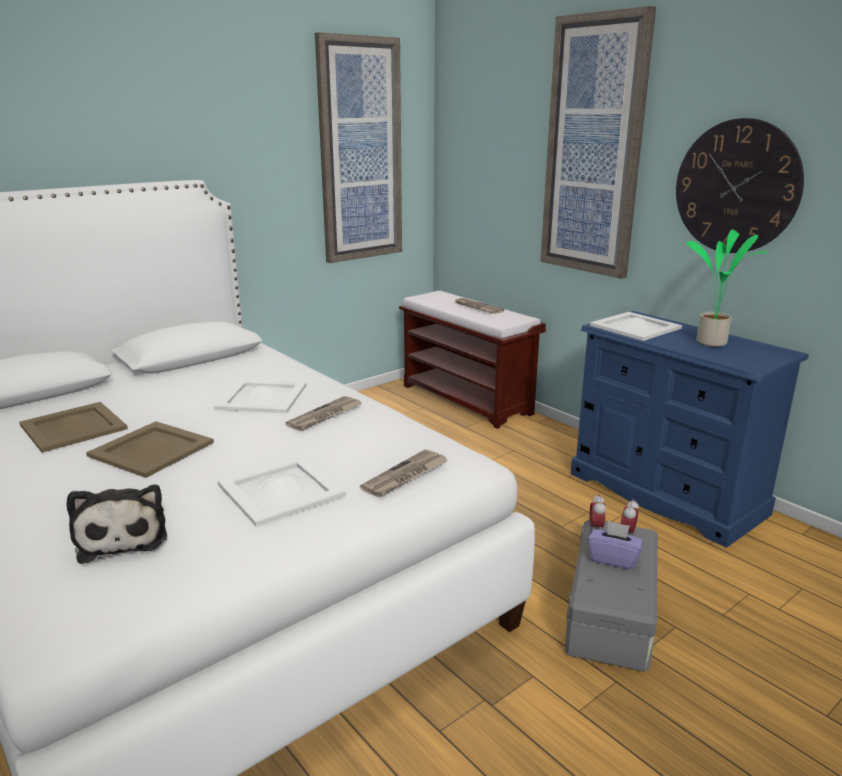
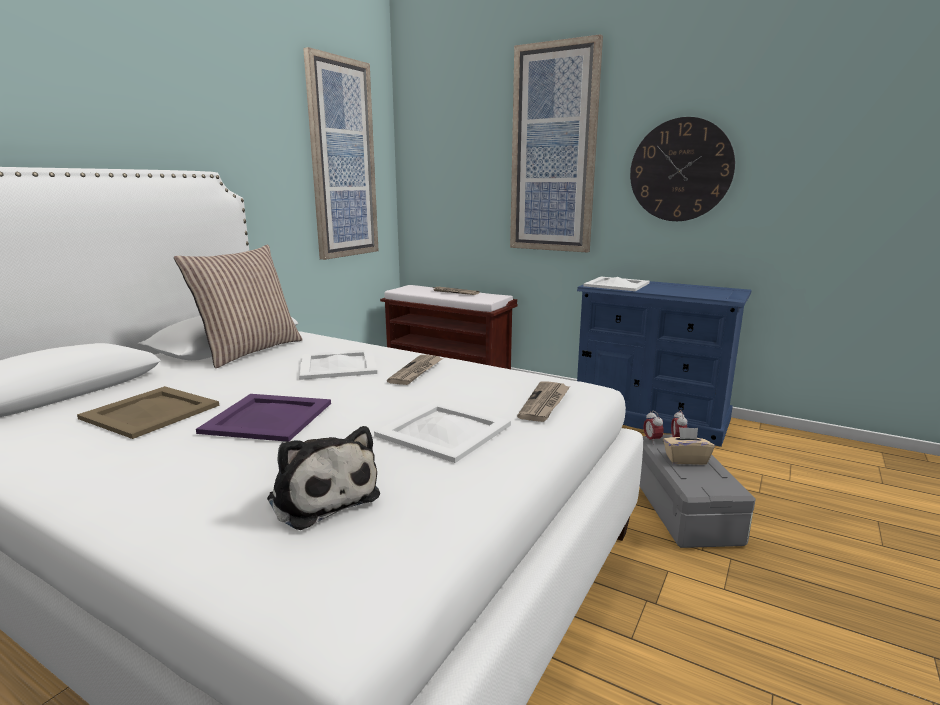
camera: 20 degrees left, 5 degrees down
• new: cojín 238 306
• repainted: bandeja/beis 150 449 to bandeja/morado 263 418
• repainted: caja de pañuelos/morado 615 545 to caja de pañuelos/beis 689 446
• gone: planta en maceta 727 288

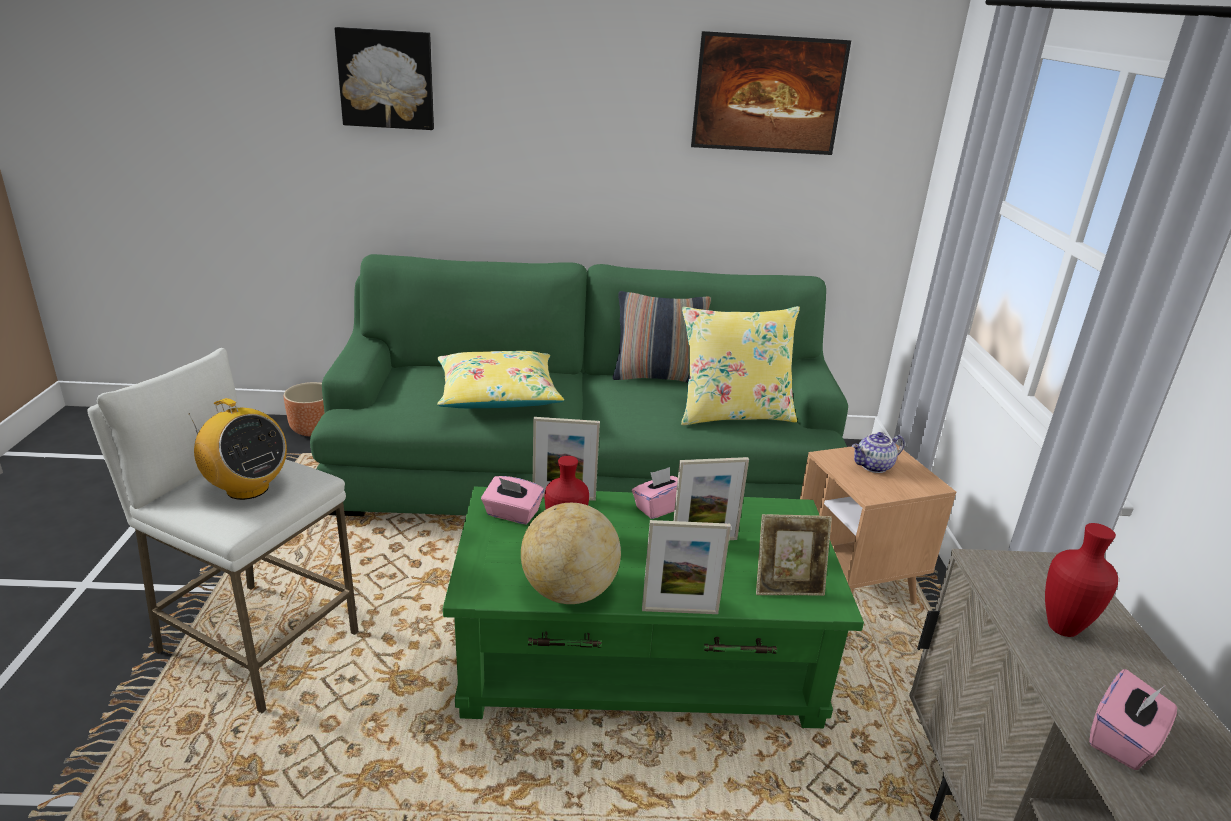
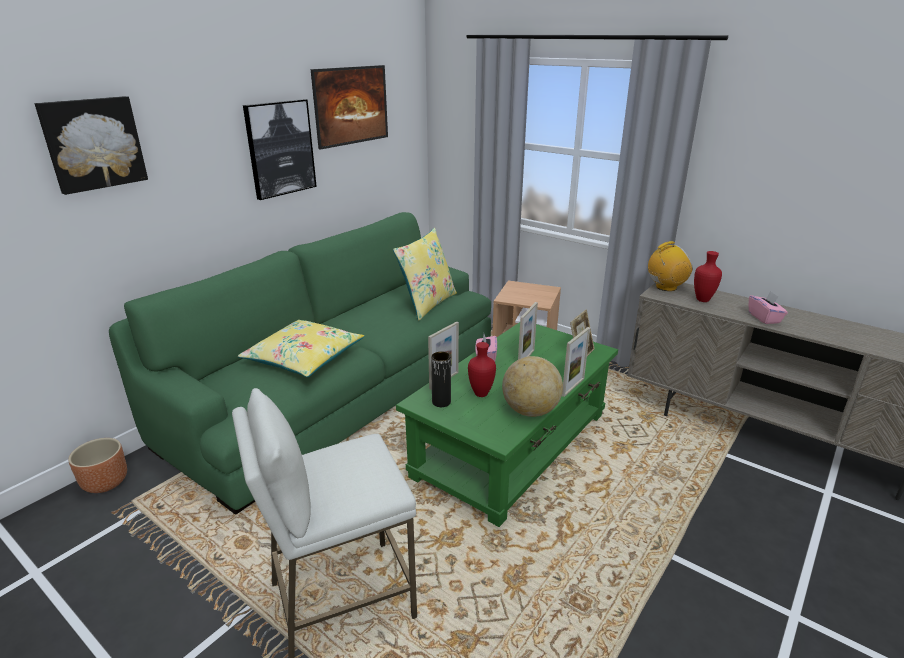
camera: 50 degrees left, 0 degrees up
• new: cuadro 280 149
• swapped: caja de pañuelos/rosa 512 500 to florero/negro 441 379
• shifted: radio 238 449 to 670 266
• gone: cojín 662 337
• gone: tetera 878 452

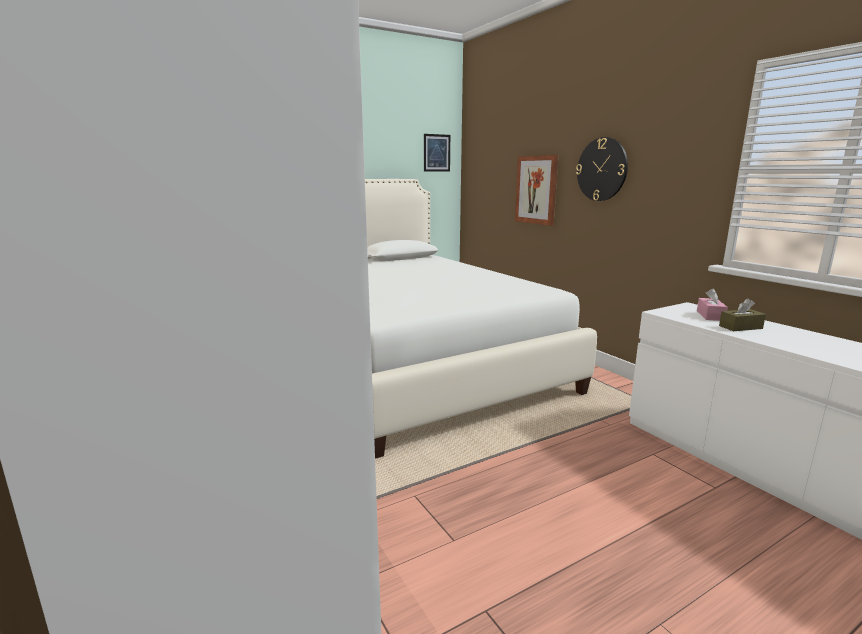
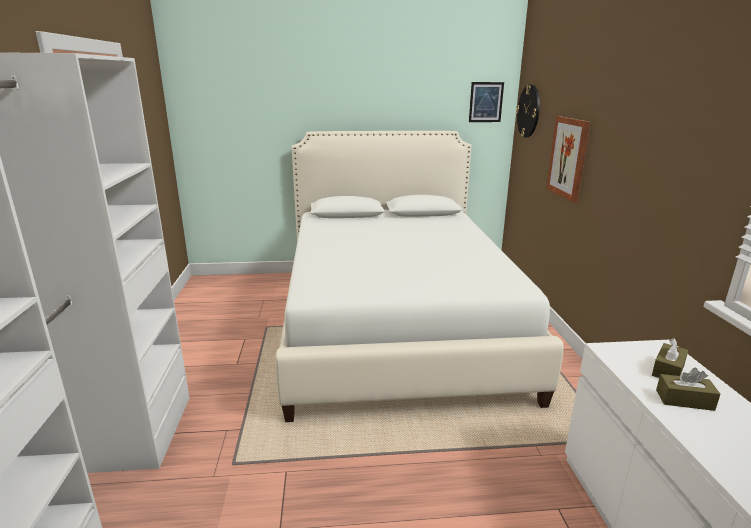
camera: 25 degrees right, 5 degrees up
• shifted: reloj de pared 602 169 to 528 111
• repainted: caja de pañuelos/rosa 712 304 to caja de pañuelos/marrón 670 358

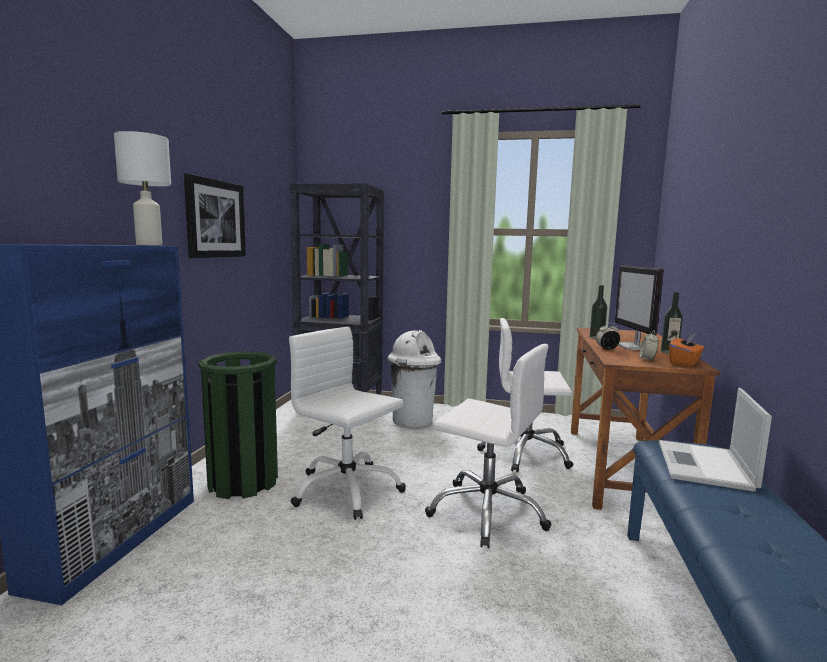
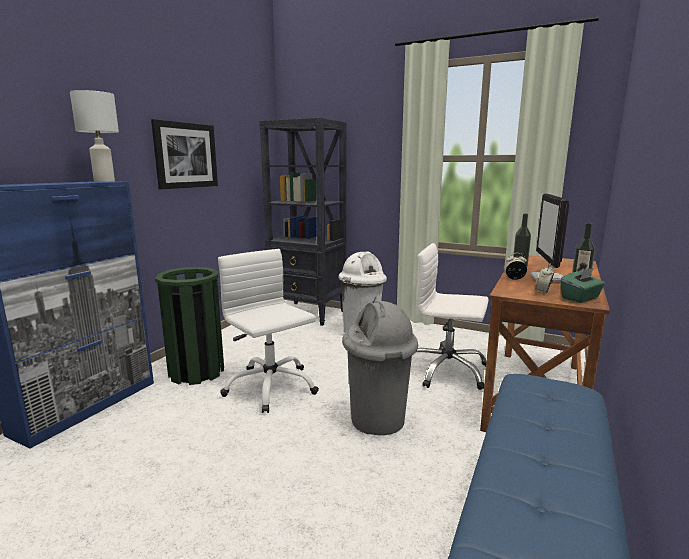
camera: 15 degrees right, 5 degrees up
• swapped: silla de oficina/blanco 488 446 to papelera/gris 380 367
• repainted: caja de pañuelos/naranja 686 350 to caja de pañuelos/verde 582 285
• gone: portátil 715 440

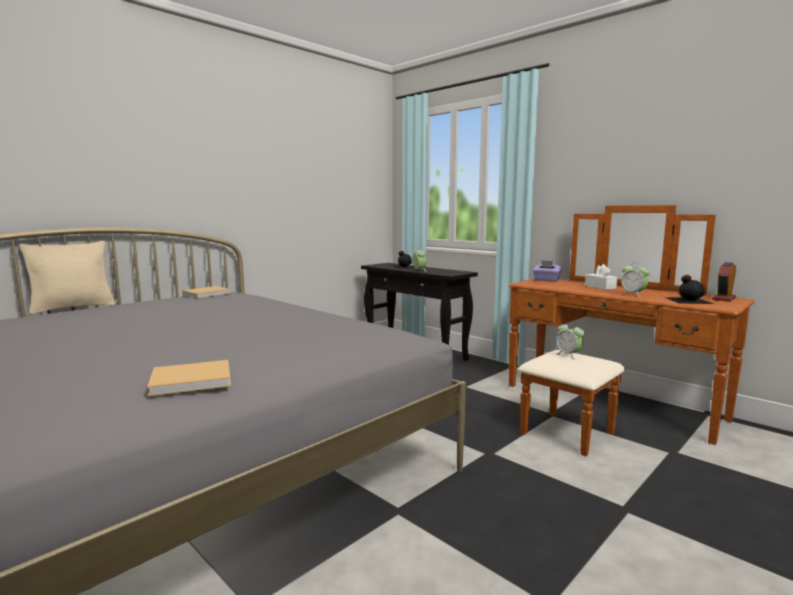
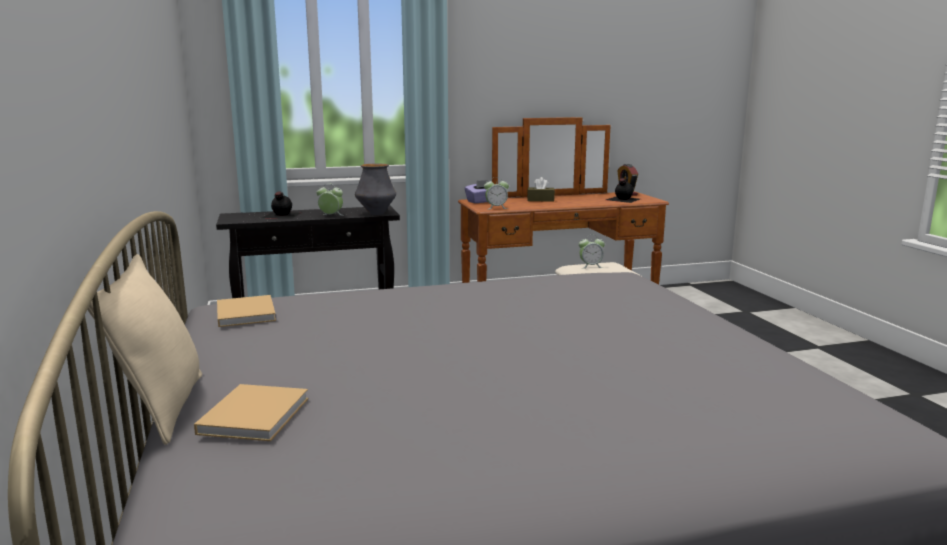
camera: 60 degrees left, 5 degrees up
• shifted: libro/beis 189 378 to 251 412
• new: florero 375 189
• shifted: despertador 635 279 to 496 193
• repainted: caja de pañuelos/blanco 601 277 to caja de pañuelos/marrón 541 189

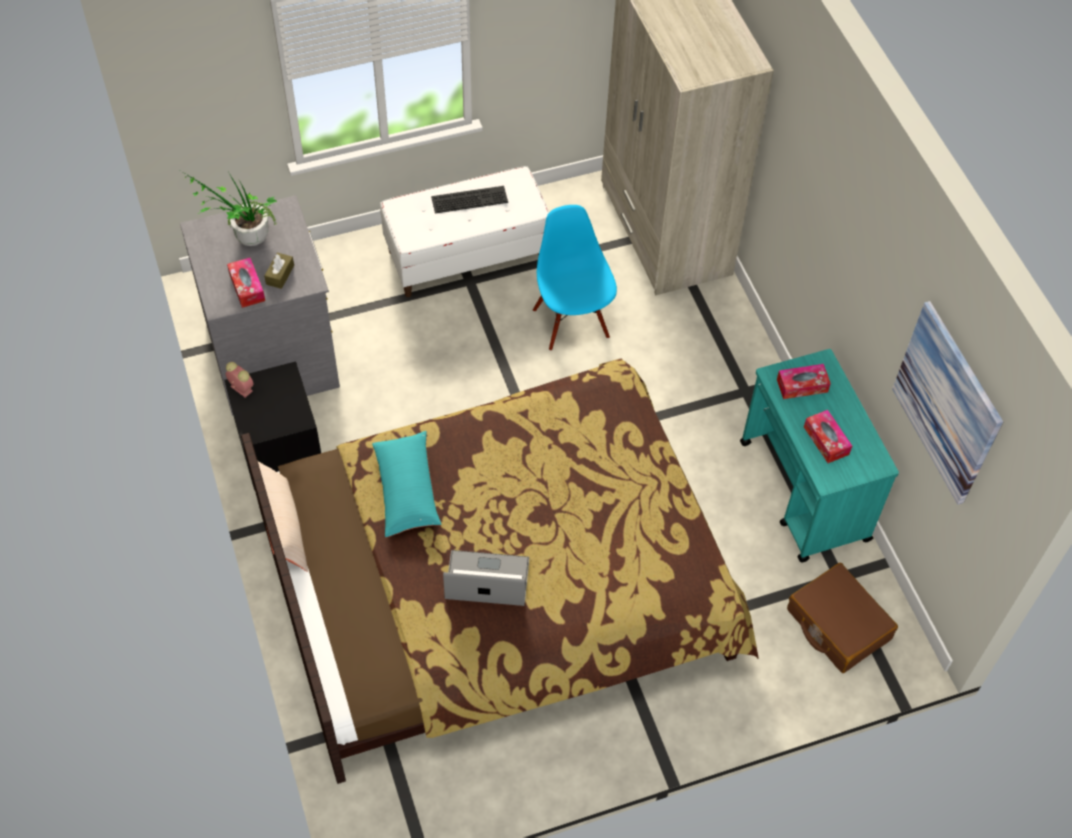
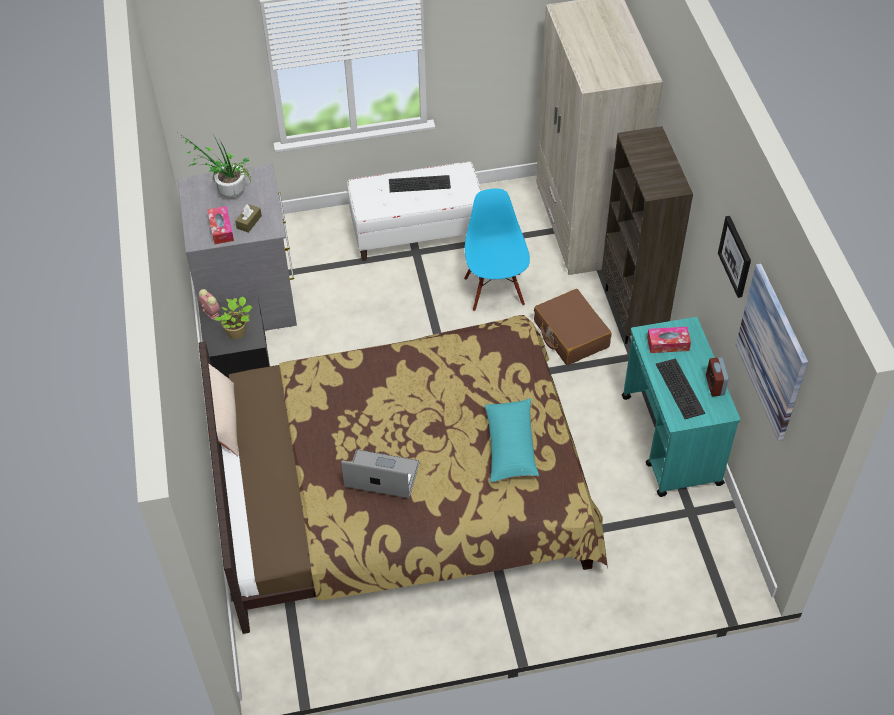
camera: 10 degrees right, 5 degrees down
• new: planta en maceta 233 317
• shifted: cojín/turquesa 407 484 to 511 440
• shifted: maleta/marrón 842 618 to 573 327
• new: estantería/marrón 647 235
• swapped: caja de pañuelos 828 436 to teclado 680 388
• new: despertador 717 376
• new: cuadro 734 257

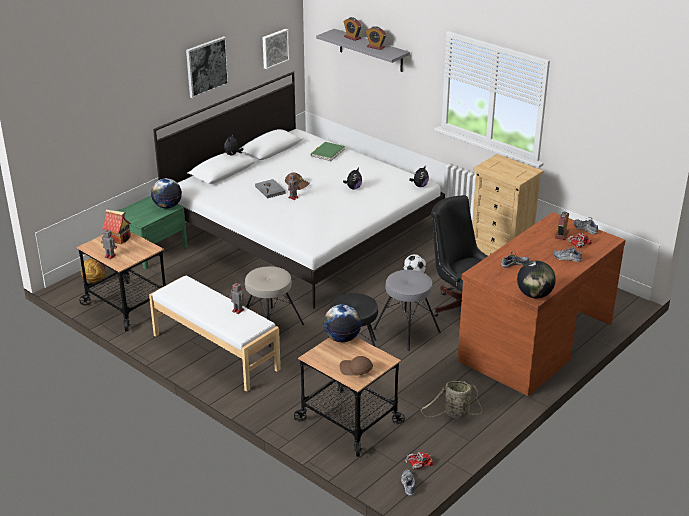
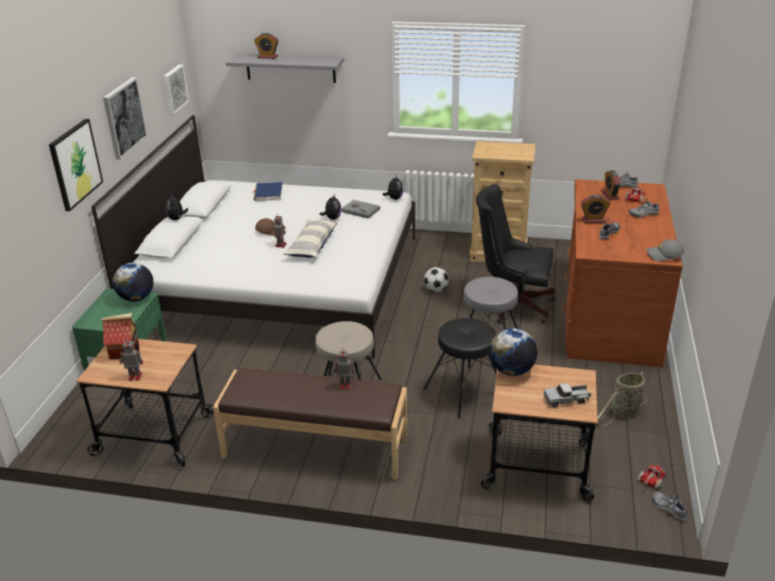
camera: 30 degrees left, 0 degrees up
• new: cuadro 76 165
• repainted: banco/blanco 215 334 to banco/marrón 310 424
• repainted: libro/verde 328 151 to libro/azul 267 191
• new: cojín 310 239
• shifted: libro/gris 270 189 to 361 209
• swapped: gorra/marrón 356 366 to camión de juguete 567 395
• shifted: despertador 376 38 to 595 209
• swapped: globo terráqueo 536 279 to gorra/gris 665 250
• gone: balón de baloncesto 93 270

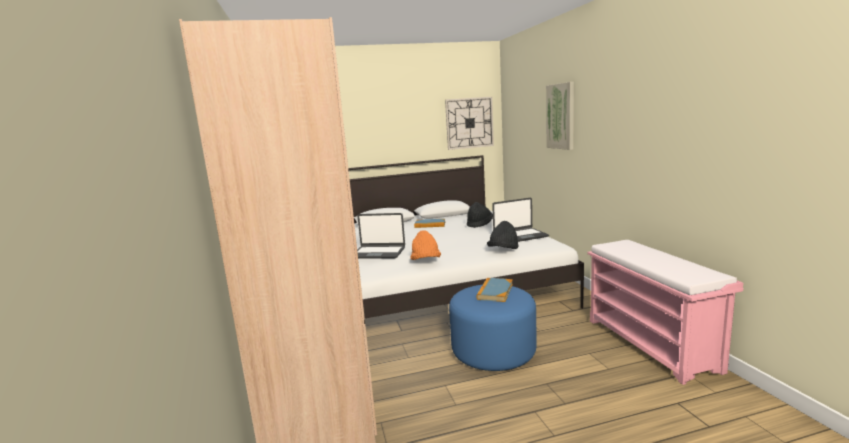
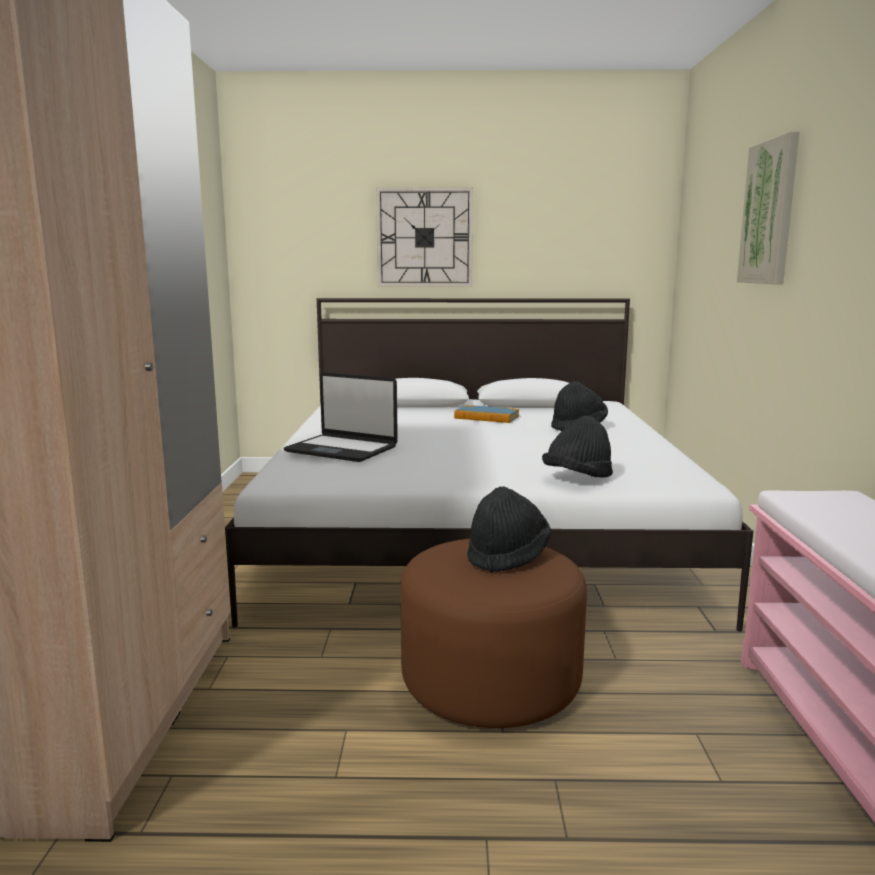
camera: 15 degrees right, 0 degrees up
• shifted: reloj de pared 469 123 to 424 237
• repainted: puf/azul 493 328 to puf/marrón 493 633
• swapped: libro 495 290 to sombrero/negro 509 529
• gone: sombrero/naranja 426 245
• gone: portátil 520 220

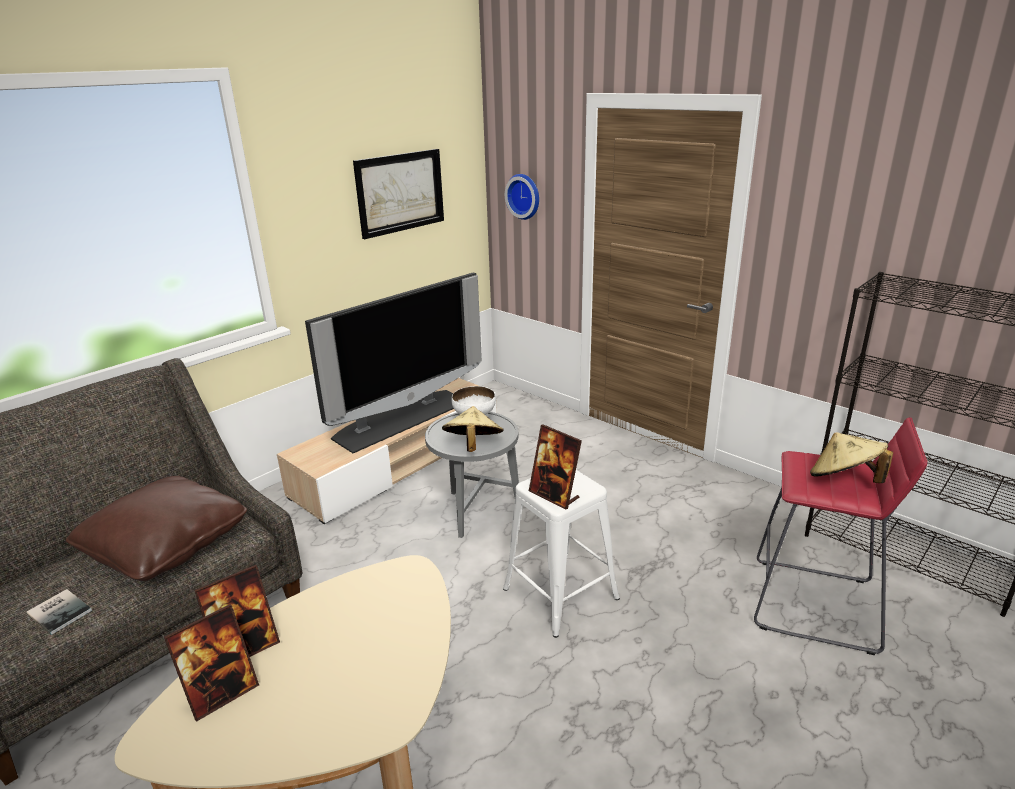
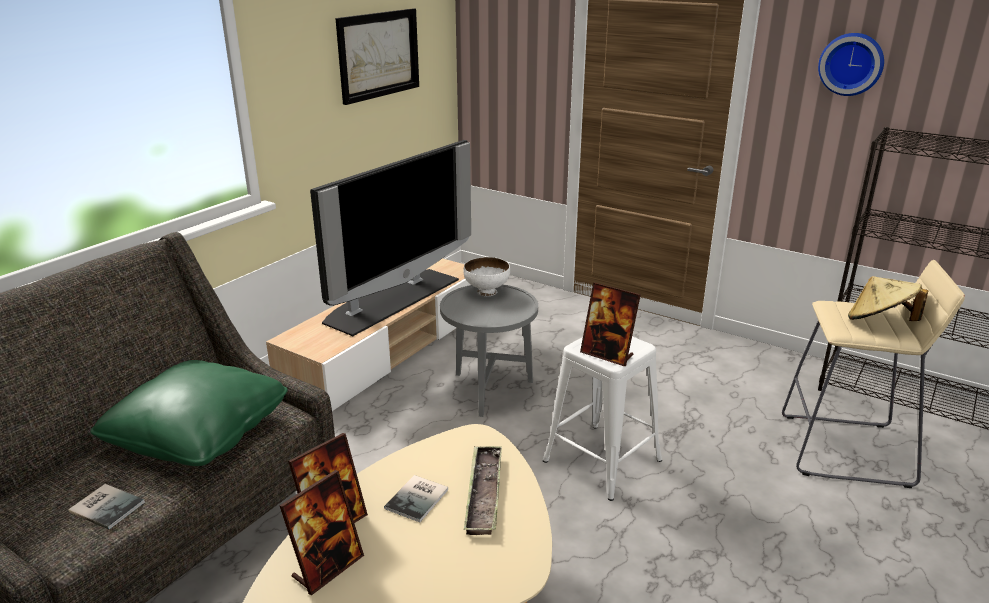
camera: 10 degrees left, 0 degrees up
• repainted: cojín/marrón 156 528 to cojín/verde 189 413
• new: libro 416 499
• new: bandeja 483 490
• repainted: taburete/rojo 841 536 to taburete/beis 873 374
• shifted: reloj de pared 522 197 to 851 64
• gone: sombrero/beis 473 429

